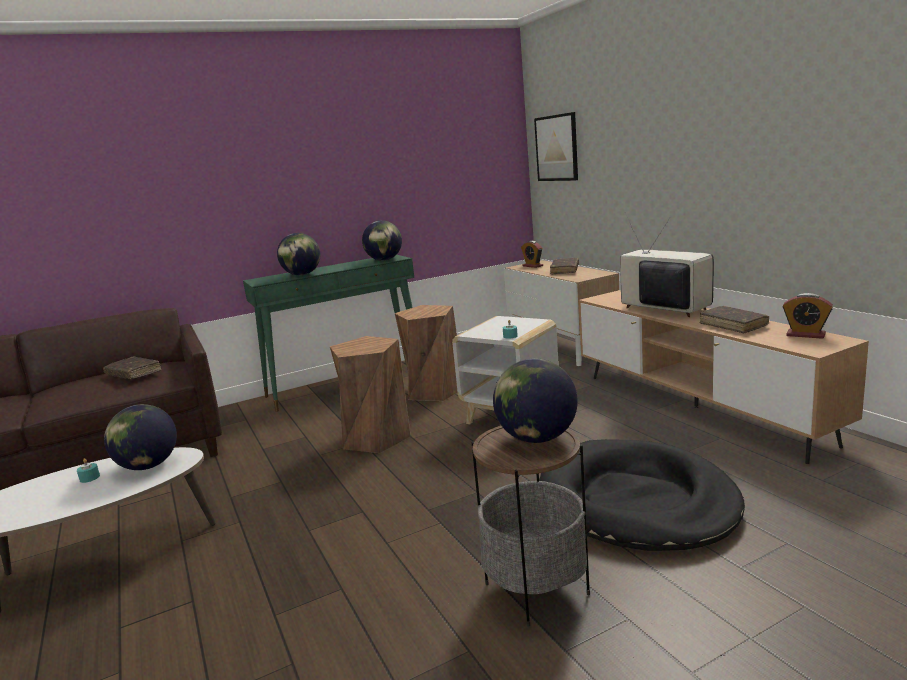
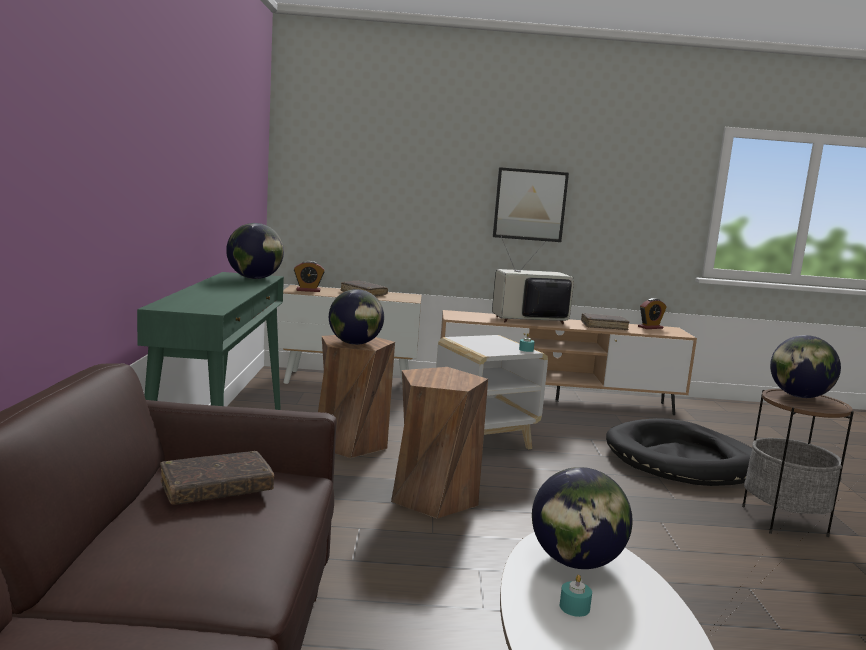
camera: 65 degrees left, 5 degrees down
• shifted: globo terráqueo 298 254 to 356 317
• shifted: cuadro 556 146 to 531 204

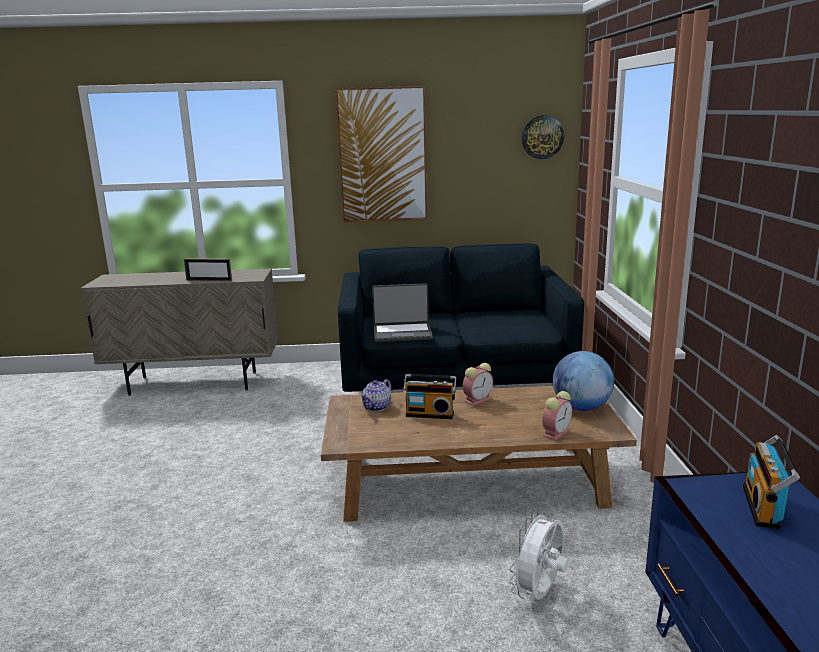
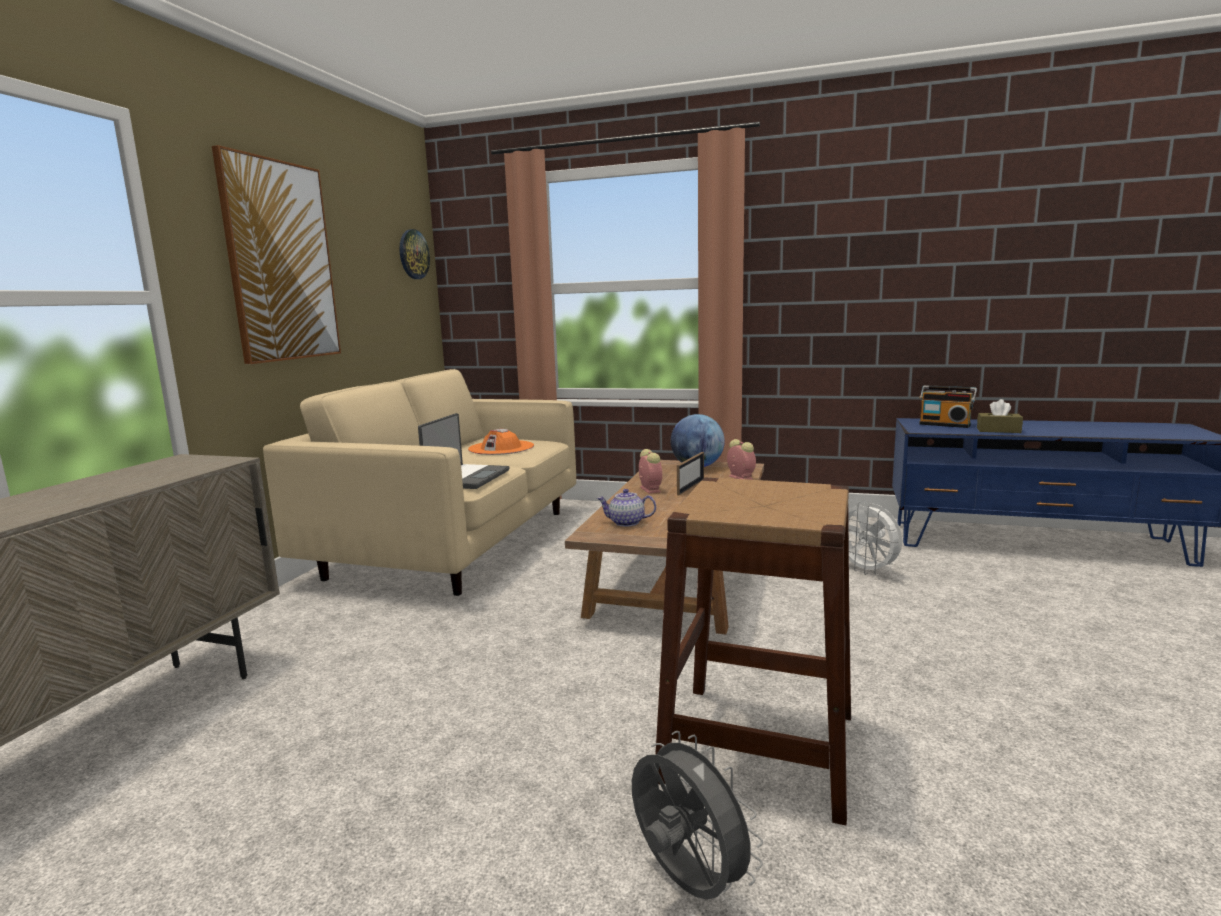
camera: 70 degrees left, 5 degrees down
• repainted: sofá/azul 461 317 to sofá/beis 419 482
• new: sombrero/naranja 501 442
• rotated: tetera 375 395 = 626 508 135 degrees clockwise
• new: ventilador/gris 697 815
• new: taburete/marrón 753 651
• shifted: portarretratos 208 270 to 690 473
• new: caja de pañuelos/marrón 1000 416
• gone: radio 429 396

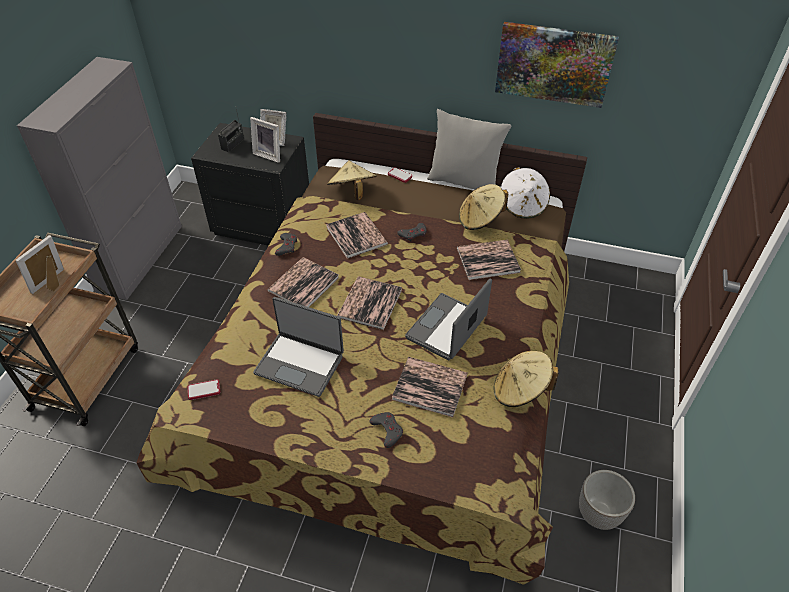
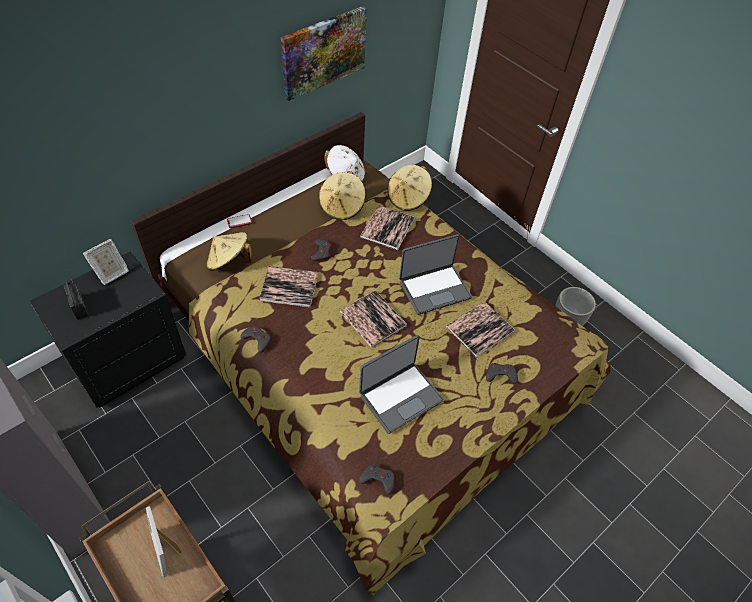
camera: 60 degrees left, 5 degrees up
• swapped: móvil 203 389 to mando de consola/gris 377 479
• shifted: sombrero/beis 526 379 to 410 188
• rotated: portátil 448 319 = 435 274 90 degrees counterclockwise
• gone: portarretratos 265 140
• gone: libro 303 282
• gone: cojín/gris 469 149

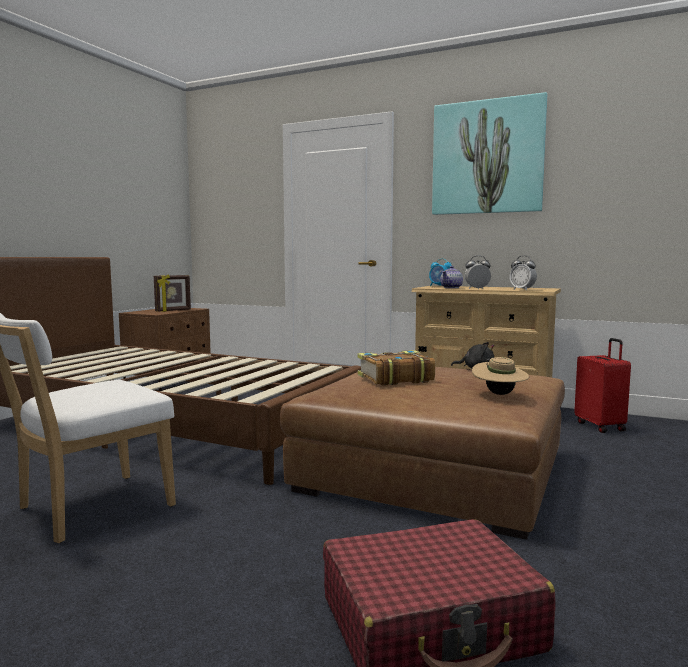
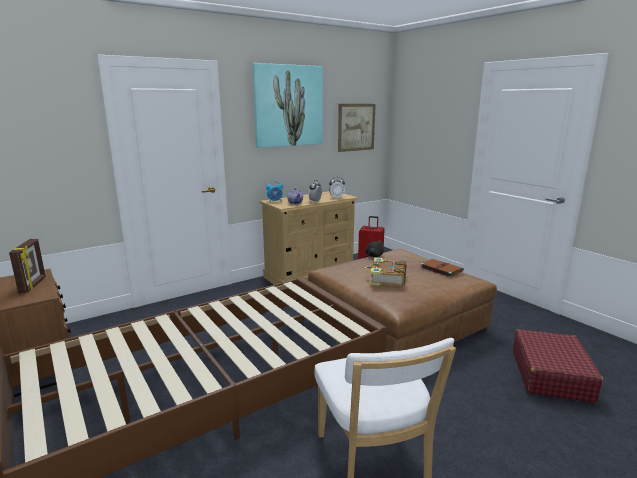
camera: 60 degrees left, 10 degrees up
• new: cuadro 357 128
• swapped: sombrero/beis 500 376 to libro/marrón 442 268

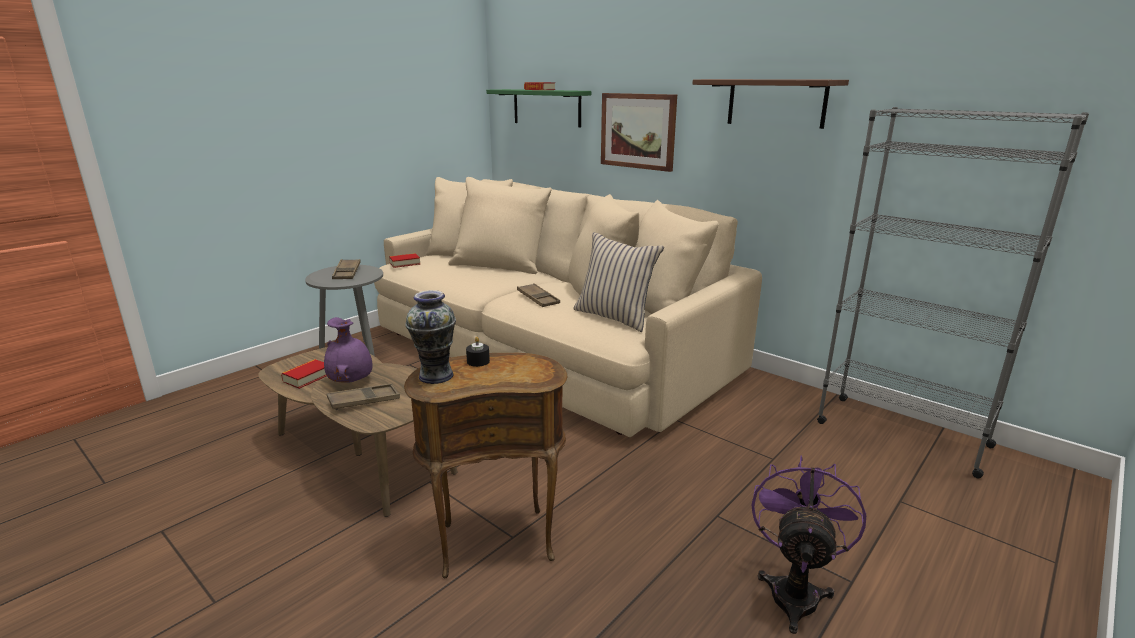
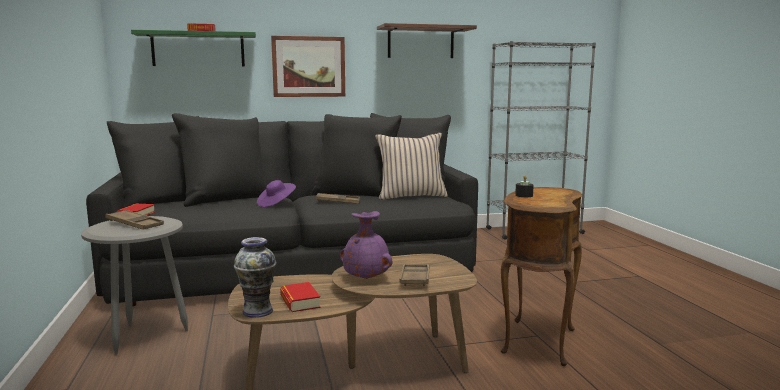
camera: 55 degrees left, 10 degrees down
• repainted: sofá/beis 568 307 to sofá/negro 282 209
• shifted: florero 430 337 to 255 277
• new: sombrero/morado 276 193
• gone: ventilador/morado 809 545

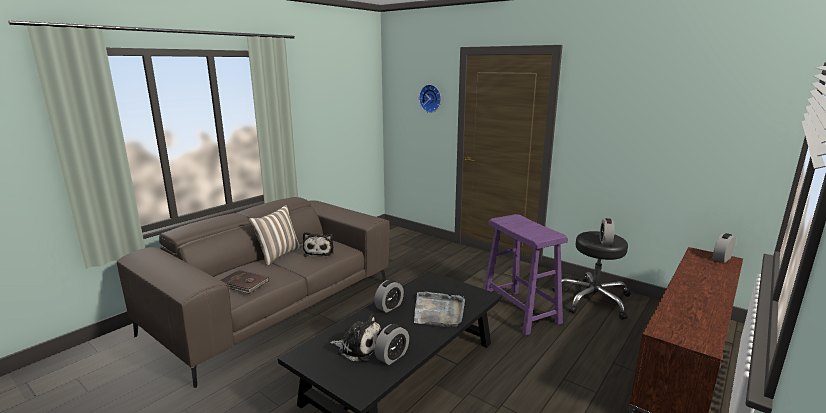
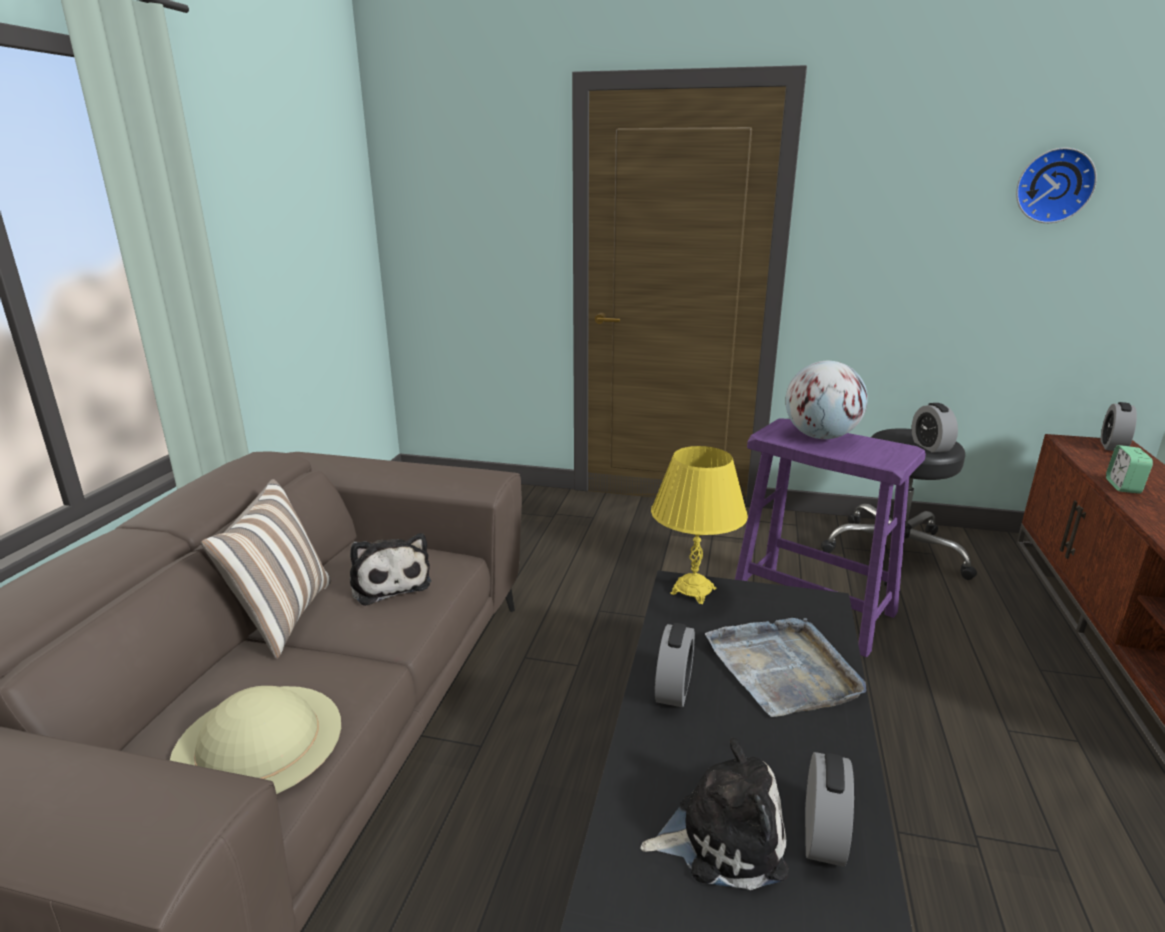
camera: 25 degrees left, 5 degrees up
• swapped: libro/marrón 244 281 to sombrero/beis 255 740
• new: lámpara de mesa/amarillo 699 525
• new: globo terráqueo 826 400
• shifted: reloj de pared 430 98 to 1056 185
• new: despertador 1129 469

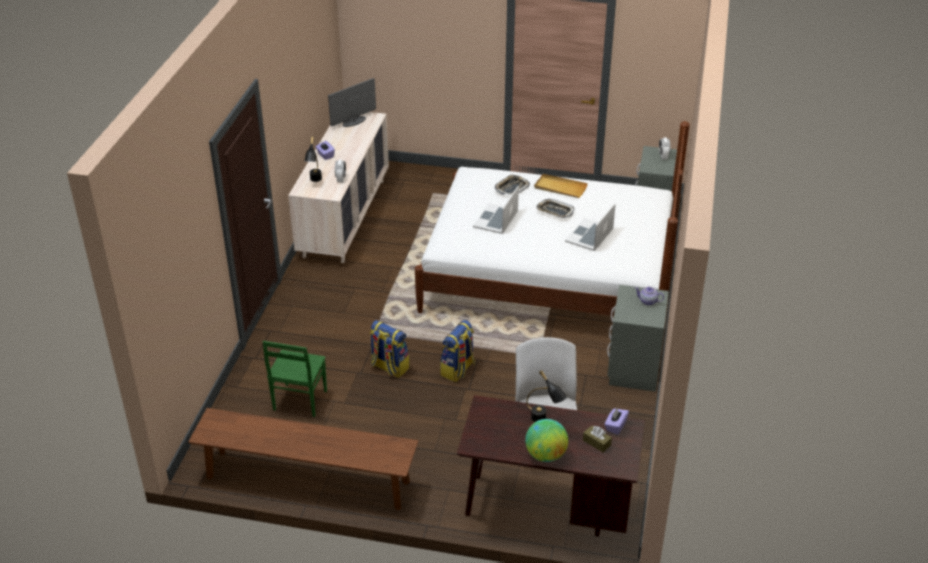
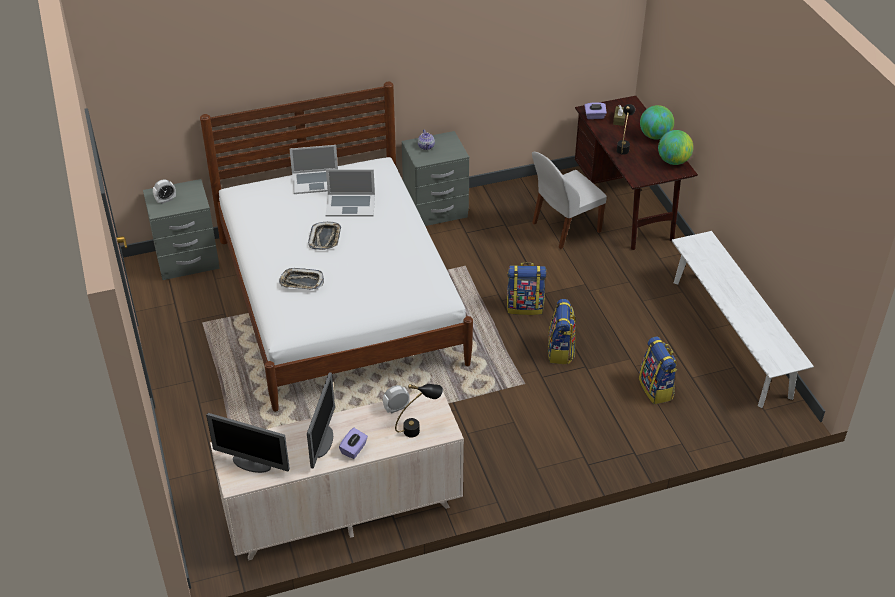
camera: 120 degrees left, 5 degrees up
• shifted: portátil 496 210 to 314 169
• new: monitor 321 420
• swapped: silla/verde 295 379 to mochila 658 370
• new: globo terráqueo 675 147
• repainted: banco/marrón 303 459 to banco/blanco 743 319
• gone: bandeja/beis 561 186

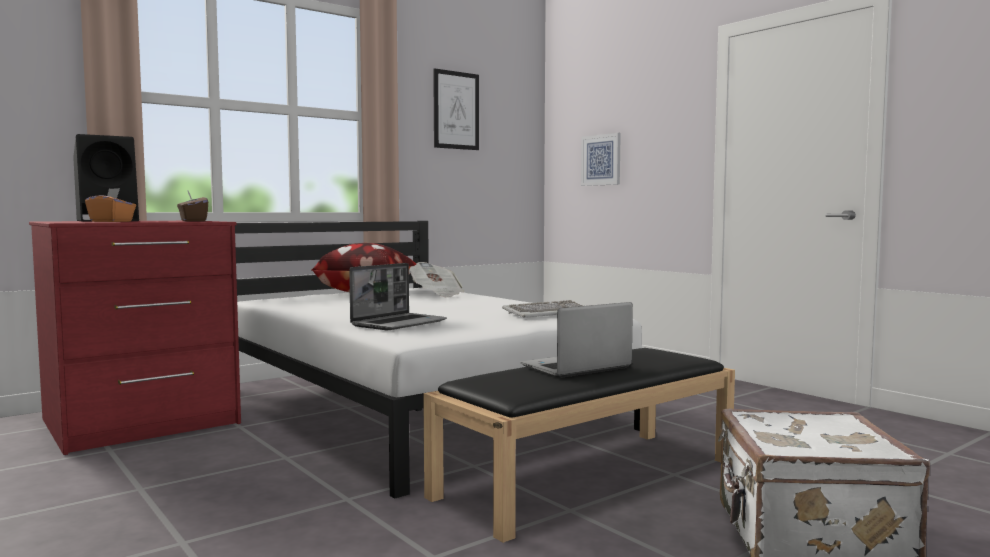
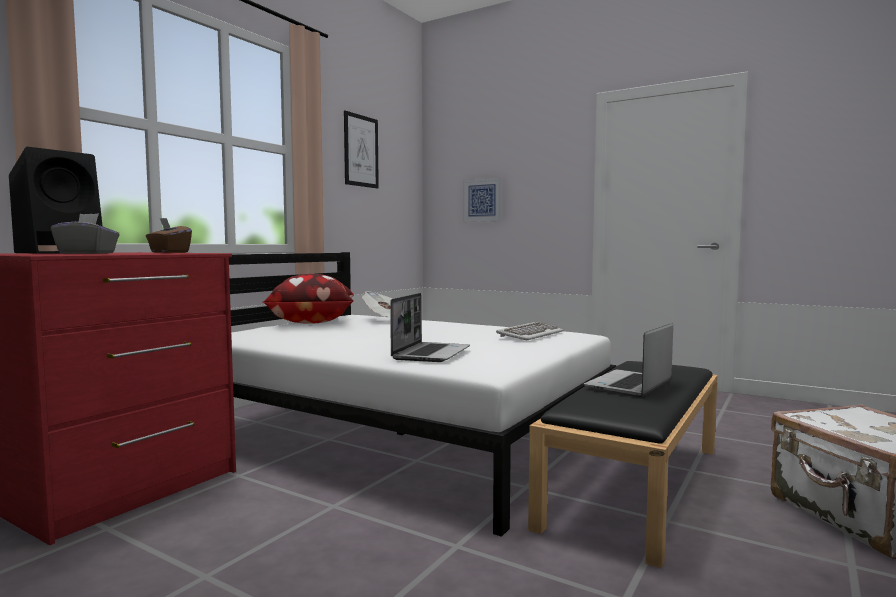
camera: 20 degrees left, 0 degrees up
• repainted: caja de pañuelos/naranja 110 205 to caja de pañuelos/gris 85 233

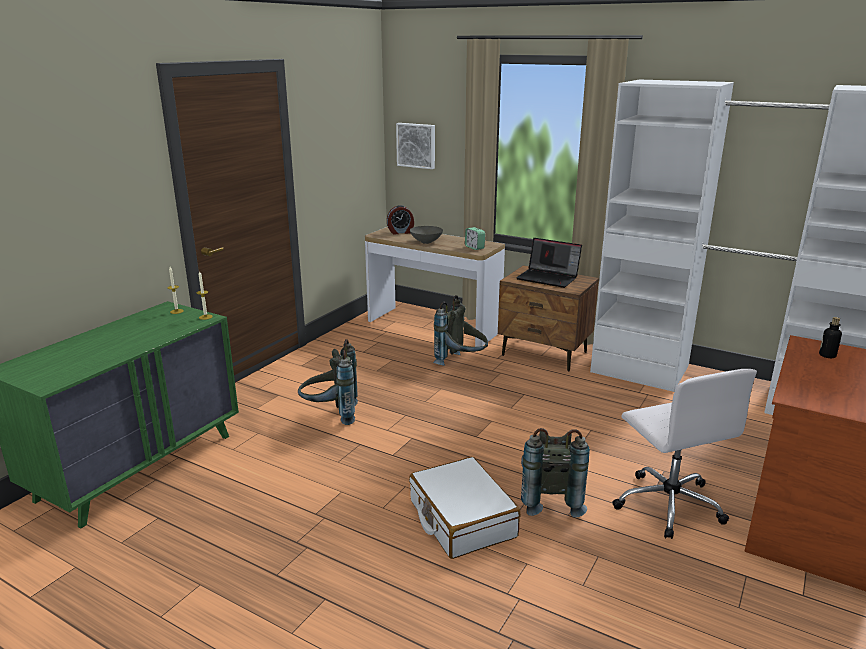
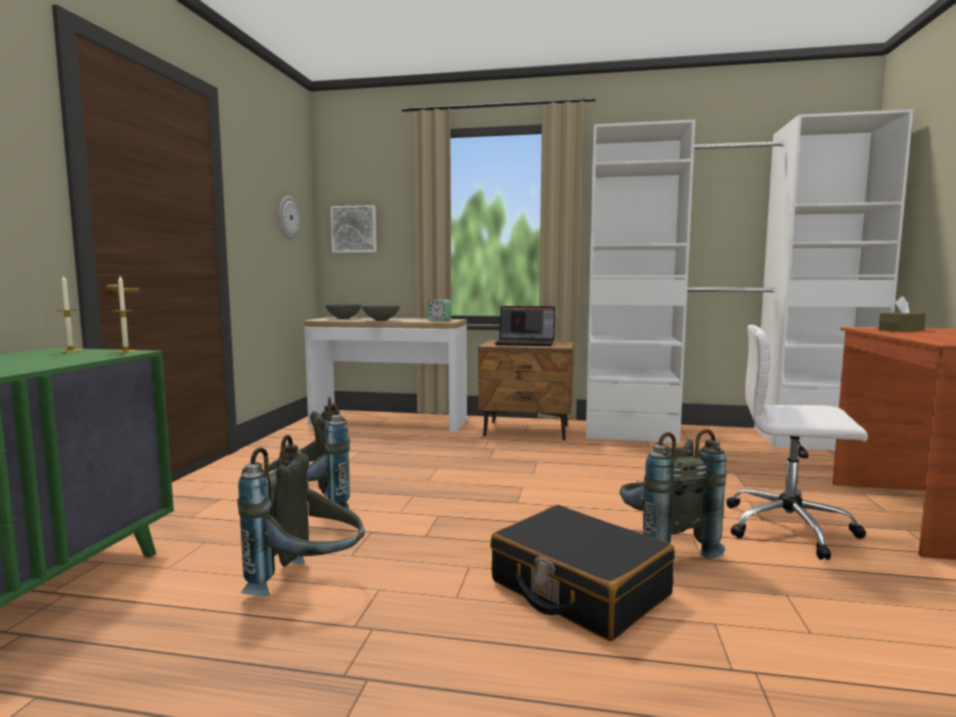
camera: 20 degrees left, 15 degrees down
• shifted: mochila/gris 460 330 to 301 515
• new: reloj de pared 289 218
• swapped: despertador 400 219 to cuenco/gris 343 311
• repainted: maleta/blanco 464 508 to maleta/negro 582 573
• rotated: silla de oficina/blanco 684 454 = 797 442 150 degrees clockwise
• swapped: botella 830 337 to caja de pañuelos/marrón 902 314

